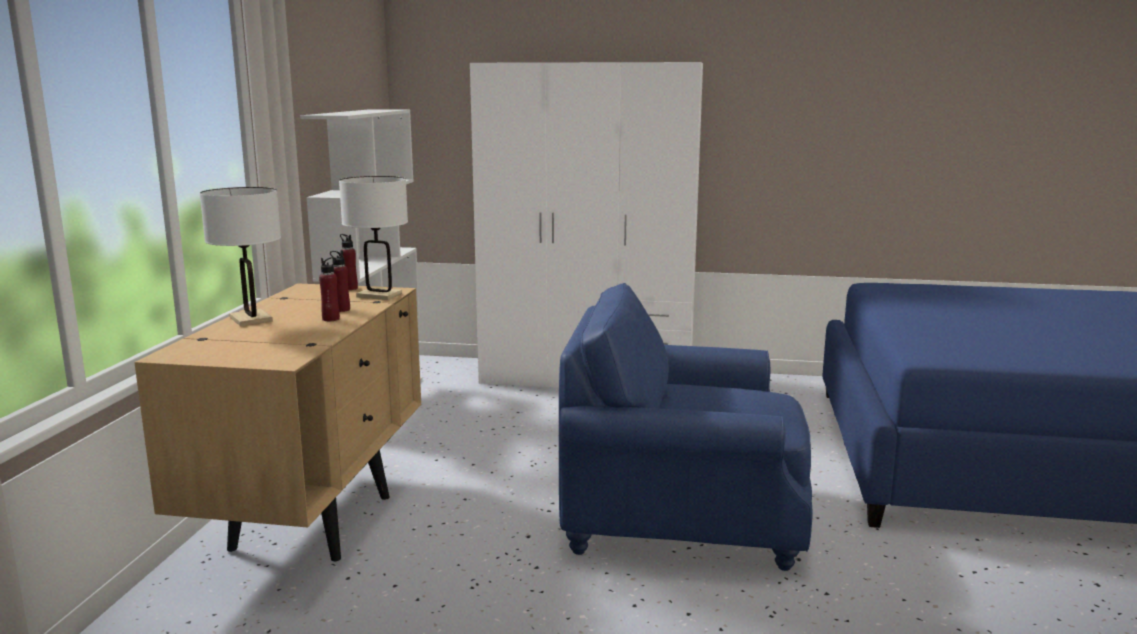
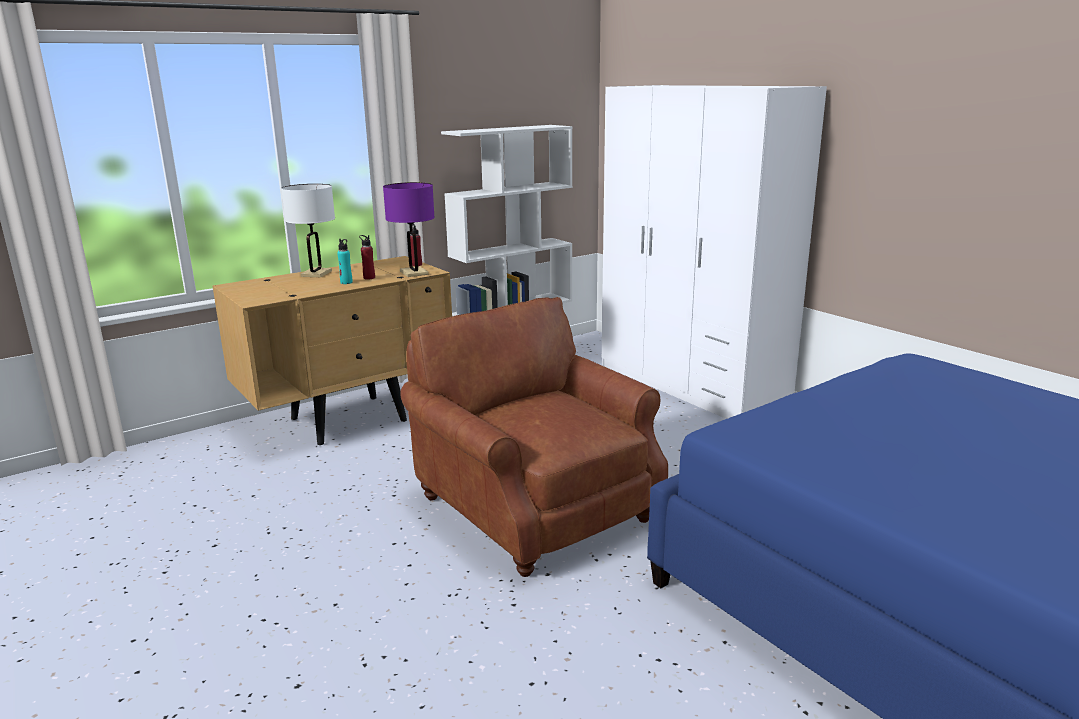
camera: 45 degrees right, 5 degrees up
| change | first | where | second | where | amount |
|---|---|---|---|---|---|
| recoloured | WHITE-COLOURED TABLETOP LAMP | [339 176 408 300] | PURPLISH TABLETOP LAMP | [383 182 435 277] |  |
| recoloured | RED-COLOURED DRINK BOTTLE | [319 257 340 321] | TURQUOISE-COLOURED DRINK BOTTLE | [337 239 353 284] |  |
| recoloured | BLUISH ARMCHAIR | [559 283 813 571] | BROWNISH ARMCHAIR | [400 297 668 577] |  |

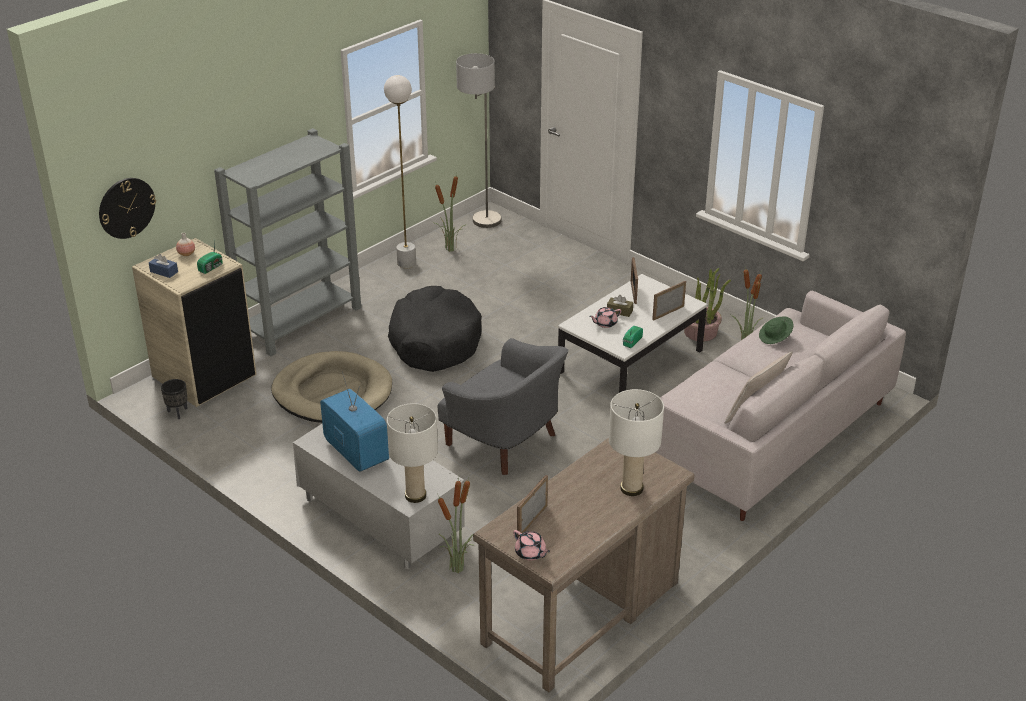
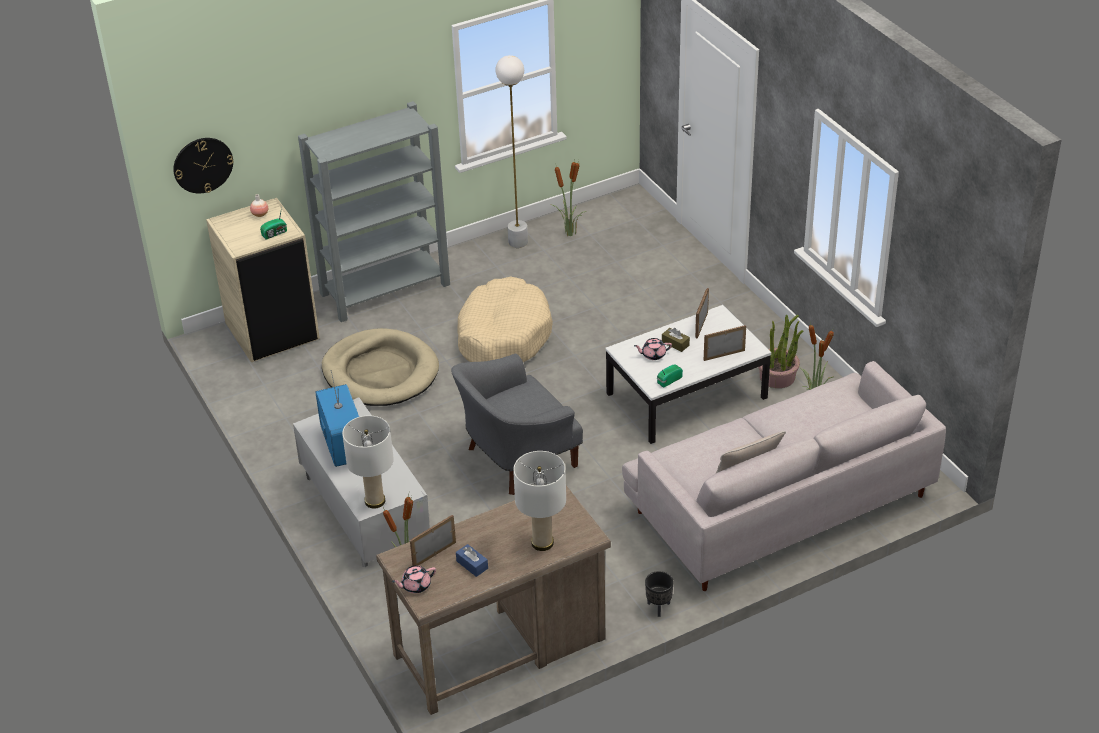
camera: 20 degrees right, 5 degrees up
| change | first | where | second | where | amount |
|---|---|---|---|---|---|
| removed | GRAY STANDING LAMP | [456 53 501 228] |  |  |  |
| moved | BLUISH TISSUE HOLDER | [149 254 178 278] |  | [456 544 488 577] |  |
| recoloured | BLACKISH DOG BED | [388 286 482 372] | BEIGE-COLOURED DOG BED | [457 277 553 362] |  |
| removed | GREENISH CLOTHING HAT | [759 316 793 344] |  |  |  |
| turned | GRAY ARMCHAIR | [438 338 569 475] |  | [451 354 583 495] | 90 degrees clockwise |
| moved | BLACKISH PLANTER | [161 379 188 419] |  | [645 571 674 617] |  |
| turned | PINK TEA POT | [513 530 550 561] |  | [392 565 436 593] | 90 degrees clockwise |

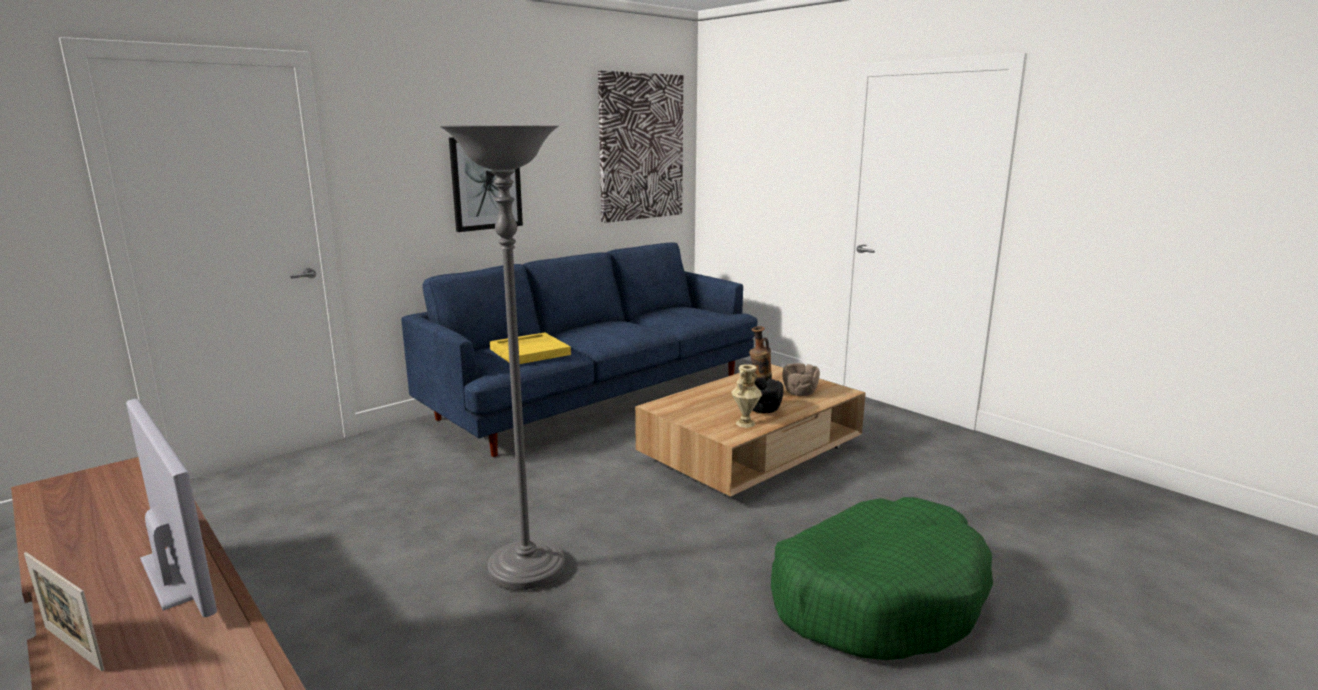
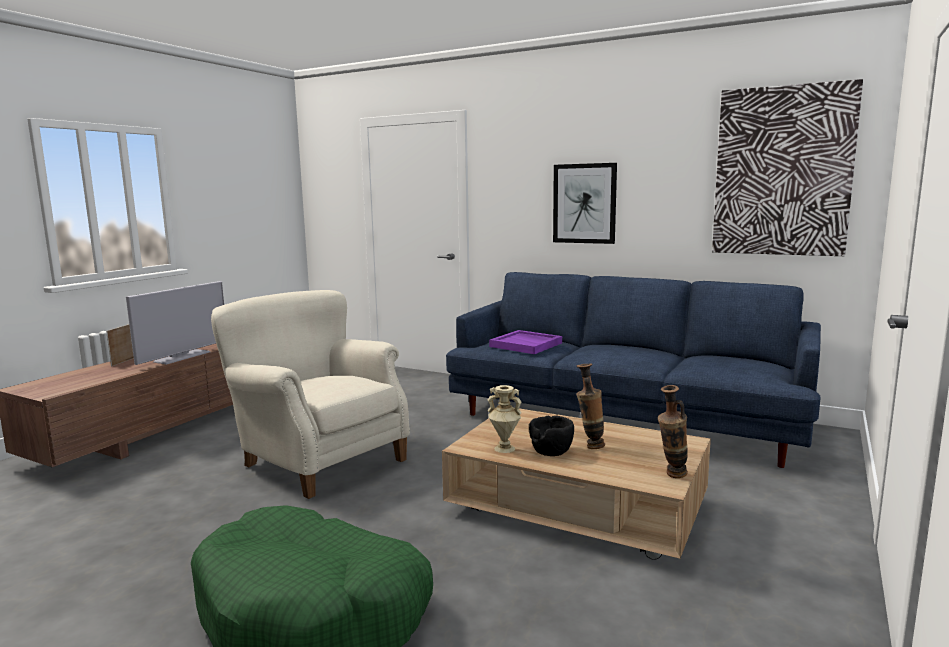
camera: 70 degrees right, 5 degrees down
| change | first | where | second | where | amount |
|---|---|---|---|---|---|
| replaced | GRAY STANDING LAMP | [440 125 565 590] | BEIGE-COLOURED ARMCHAIR | [211 290 410 499] |  |
| recoloured | YELLOW TRAY | [490 332 571 364] | PURPLISH TRAY | [489 330 562 354] |  |
| removed | BROWNISH SERVING BOWL | [782 363 820 396] |  |  |  |
| added |  |  | DECORATIVE VASE | [658 385 688 478] |  |

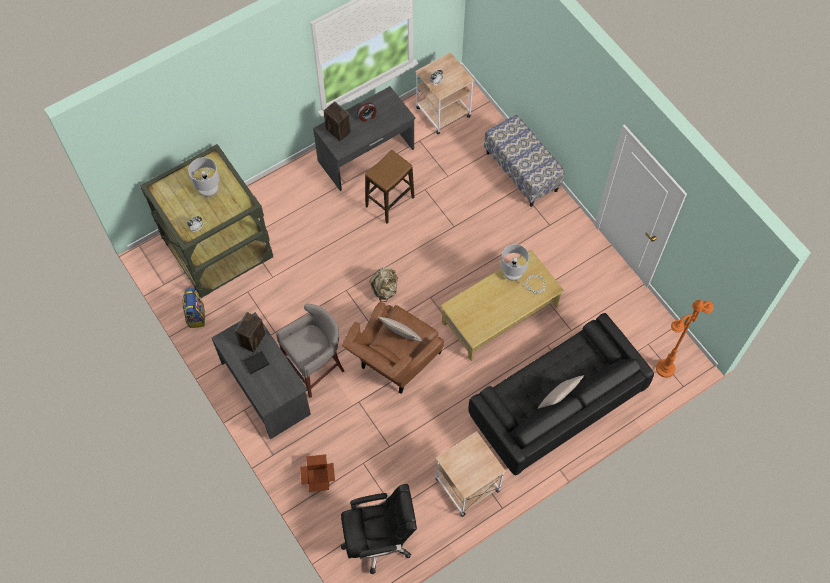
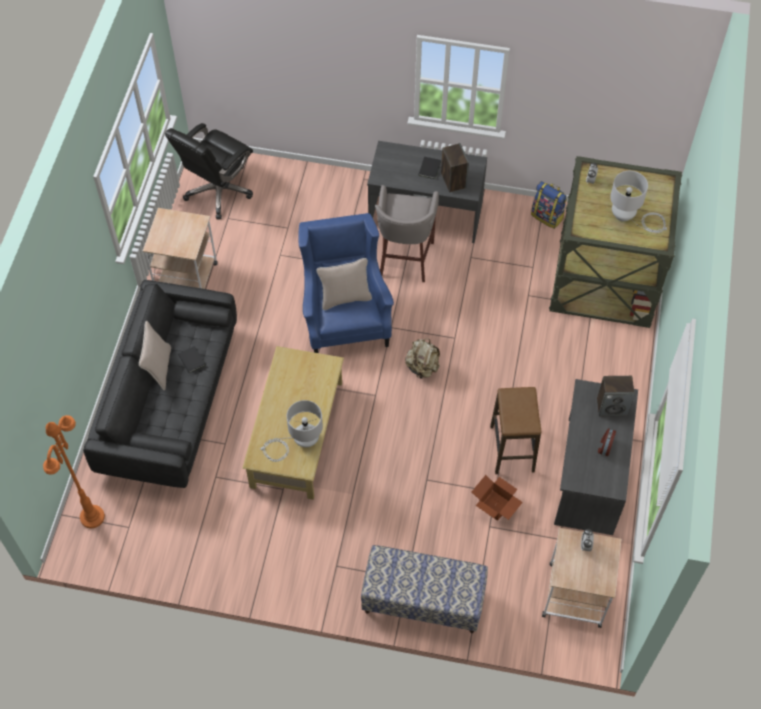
camera: 135 degrees right, 5 degrees down
| change | first | where | second | where | amount |
|---|---|---|---|---|---|
| recoloured | BROWNISH ARMCHAIR | [342 302 444 394] | BLUISH ARMCHAIR | [298 213 394 353] |  |
| moved | CARDBOARD BOX | [300 454 335 492] |  | [472 475 523 521] |  |

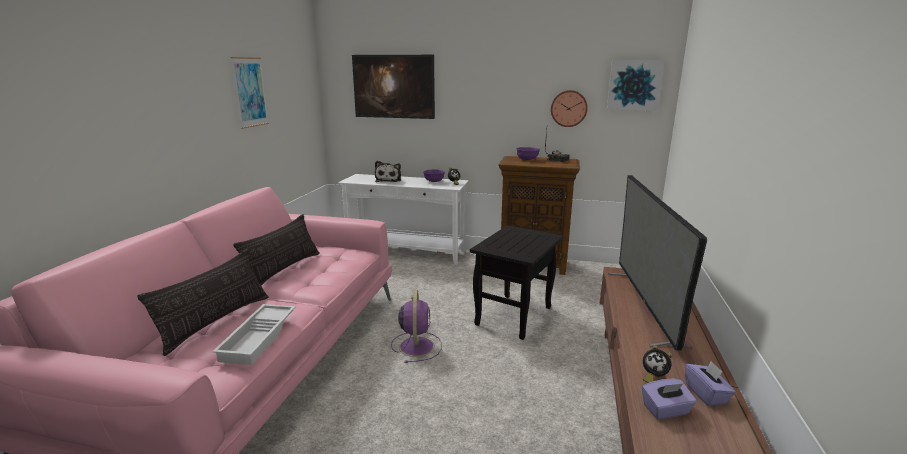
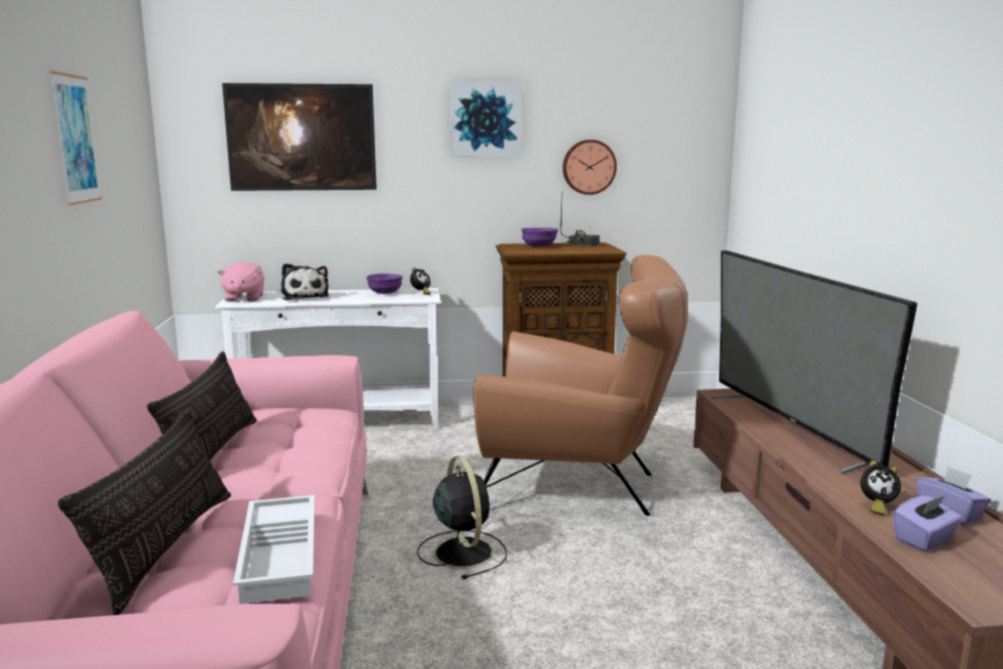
camera: 20 degrees left, 5 degrees down
| change | first | where | second | where | amount |
|---|---|---|---|---|---|
| moved | WALL ART | [607 60 664 111] |  | [450 81 523 156] |  |
| replaced | BLACKISH ACCENT TABLE | [470 225 564 340] | BROWNISH ARMCHAIR | [473 255 688 516] |  |
| recoloured | PURPLISH ELECTRIC FAN | [391 290 442 363] | BLACKISH ELECTRIC FAN | [417 456 507 579] |  |
| added |  |  | PINK PLUSH TOY | [218 261 264 302] |  |

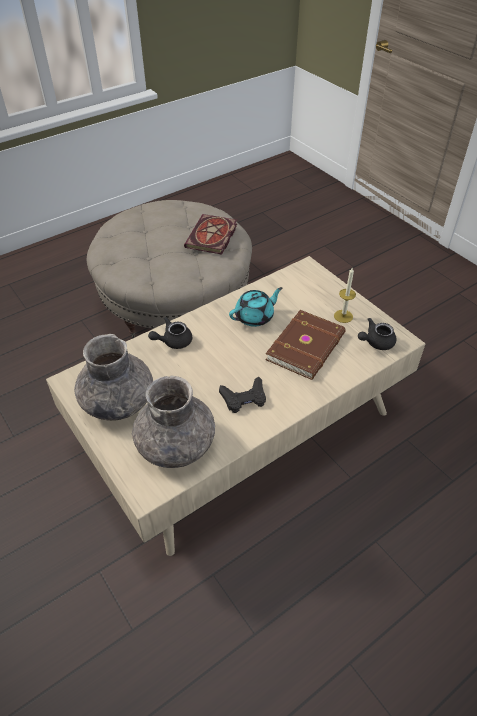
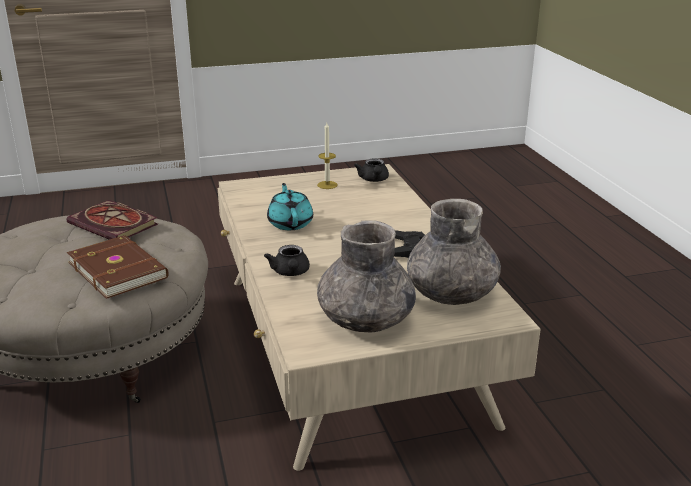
camera: 70 degrees left, 20 degrees down
| change | first | where | second | where | amount |
|---|---|---|---|---|---|
| moved | BROWNISH BOOK | [266 310 346 380] |  | [67 235 169 299] |  |

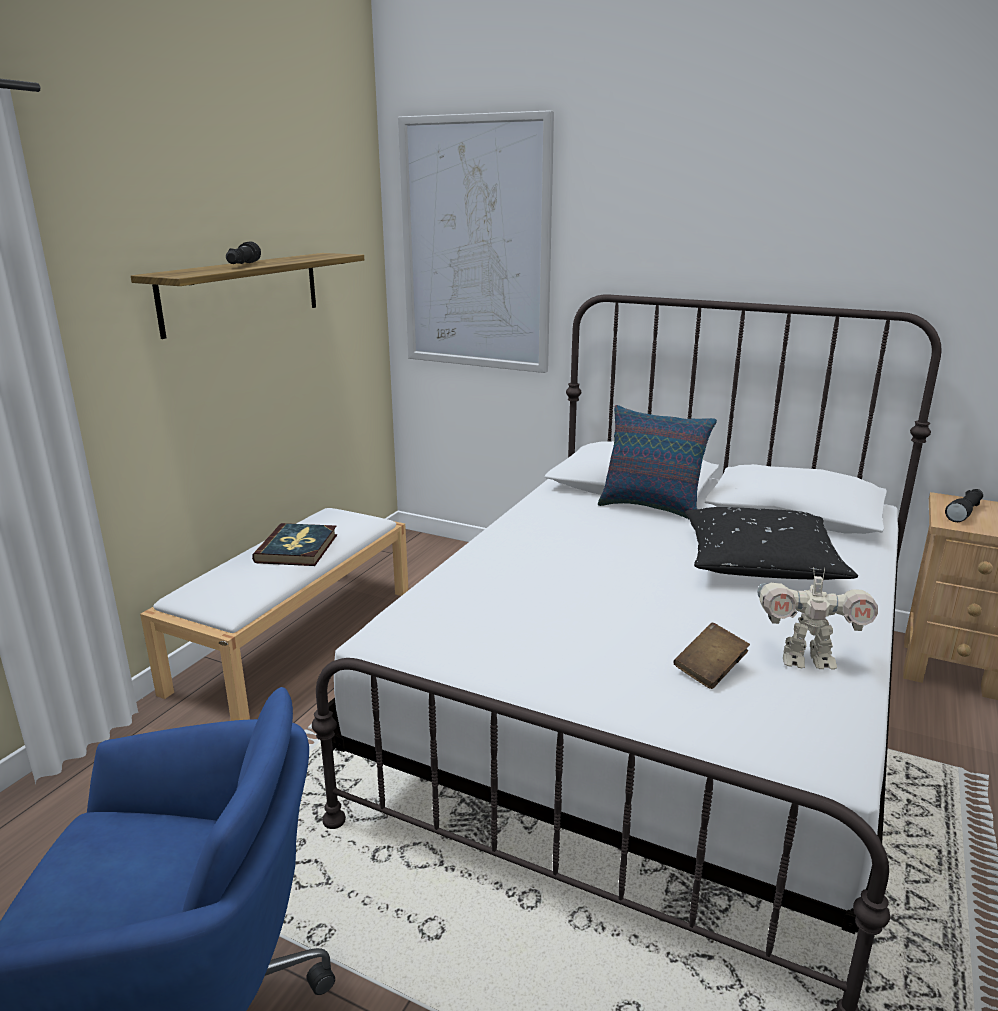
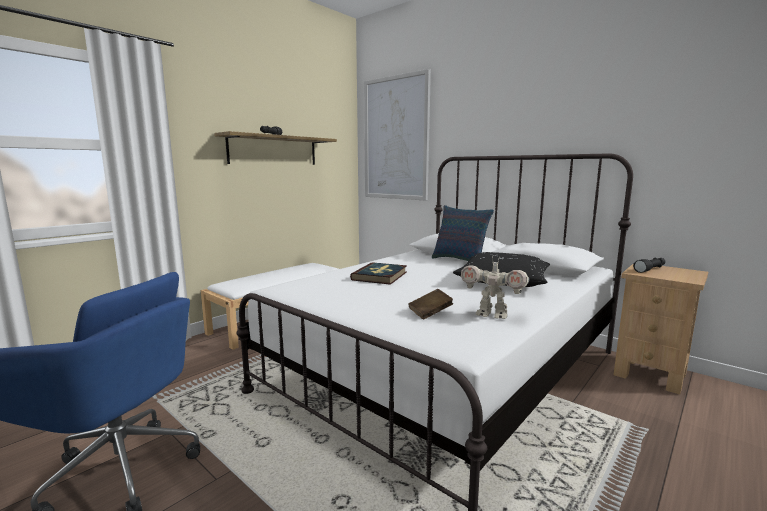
camera: 15 degrees right, 10 degrees down
| change | first | where | second | where | amount |
|---|---|---|---|---|---|
| moved | BOOK | [252 523 337 566] |  | [350 262 407 285] |  |

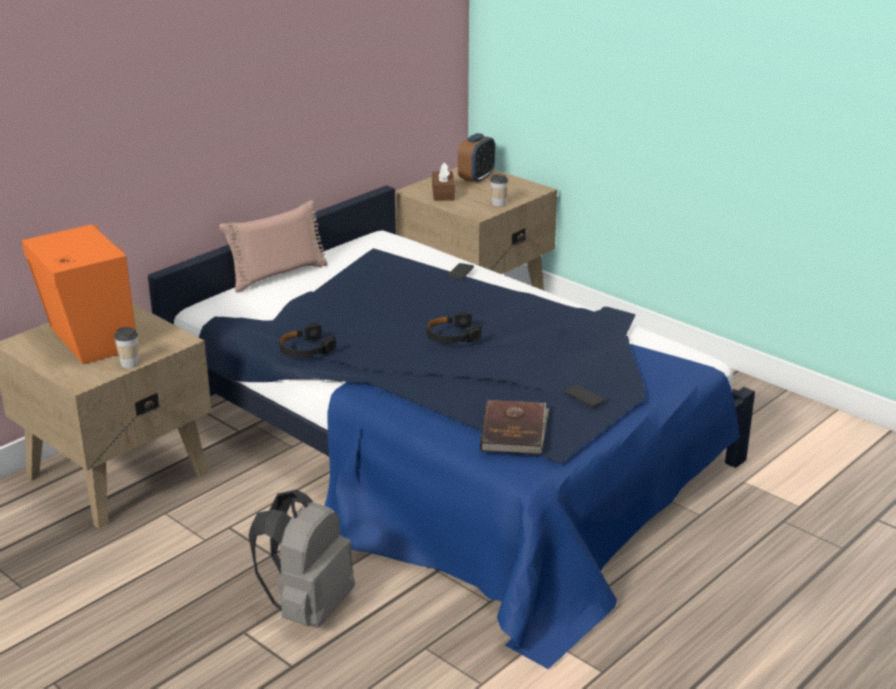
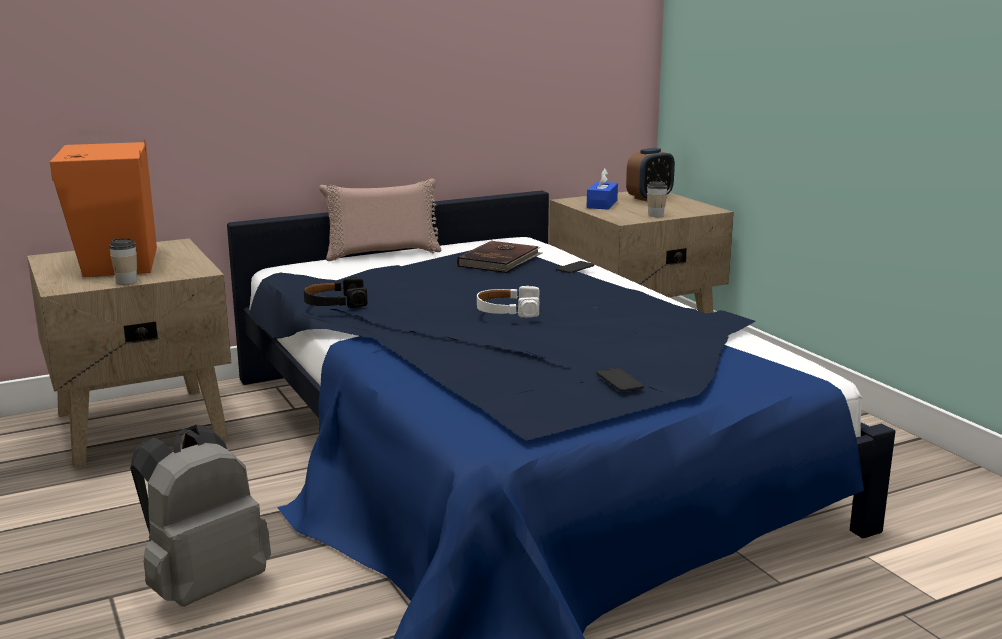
camera: 20 degrees right, 10 degrees down
| change | first | where | second | where | amount |
|---|---|---|---|---|---|
| recoloured | BROWNISH TISSUE HOLDER | [432 163 455 201] | BLUISH TISSUE HOLDER | [587 168 618 210] |  |
| recoloured | BLACKISH HEADSET | [427 312 481 343] | WHITE-COLOURED HEADSET | [477 286 539 318] |  |
| moved | BROWNISH BOOK | [480 400 549 455] |  | [457 241 543 273] |  |

